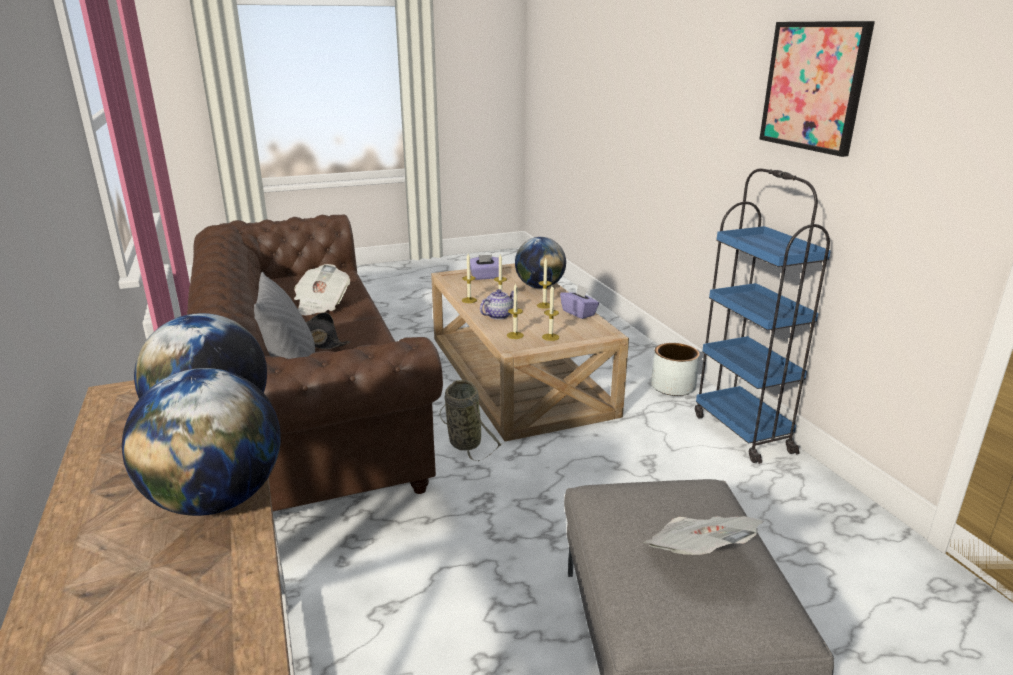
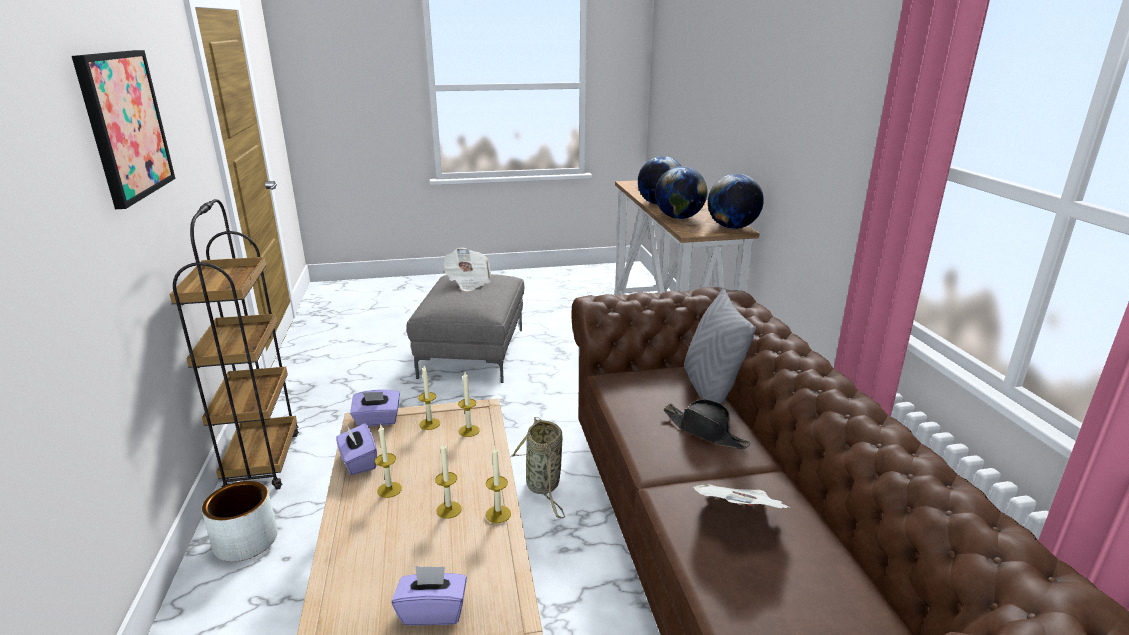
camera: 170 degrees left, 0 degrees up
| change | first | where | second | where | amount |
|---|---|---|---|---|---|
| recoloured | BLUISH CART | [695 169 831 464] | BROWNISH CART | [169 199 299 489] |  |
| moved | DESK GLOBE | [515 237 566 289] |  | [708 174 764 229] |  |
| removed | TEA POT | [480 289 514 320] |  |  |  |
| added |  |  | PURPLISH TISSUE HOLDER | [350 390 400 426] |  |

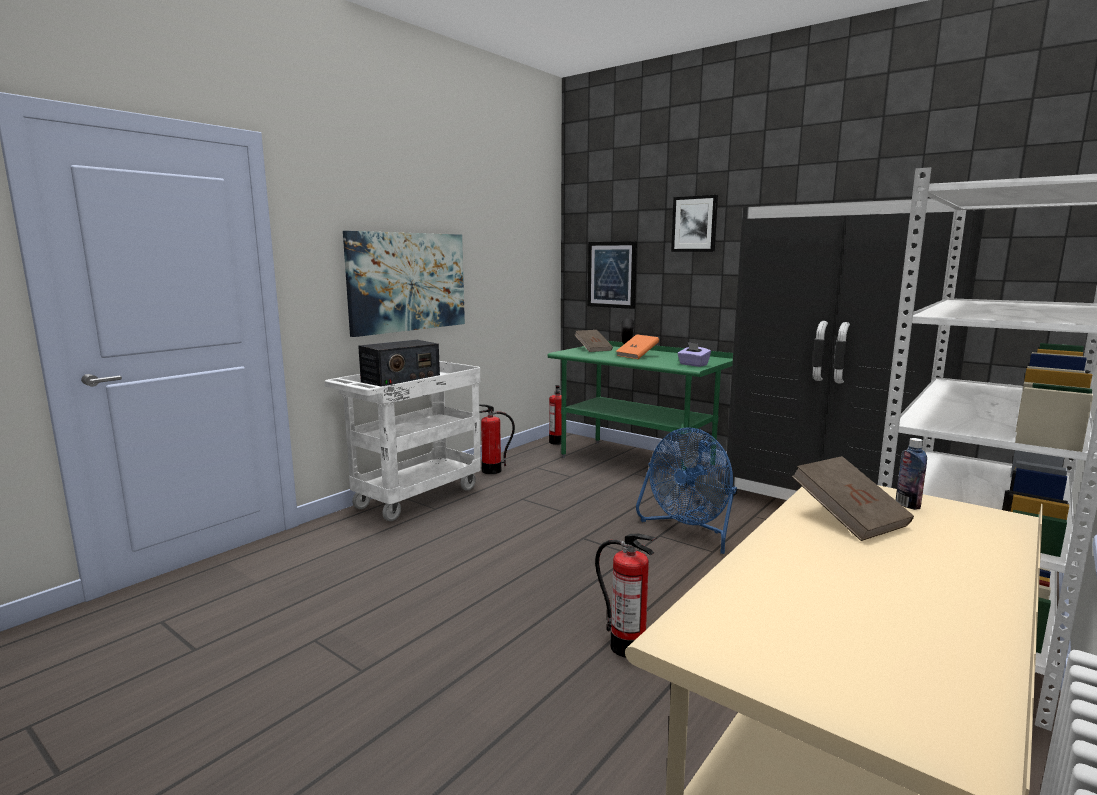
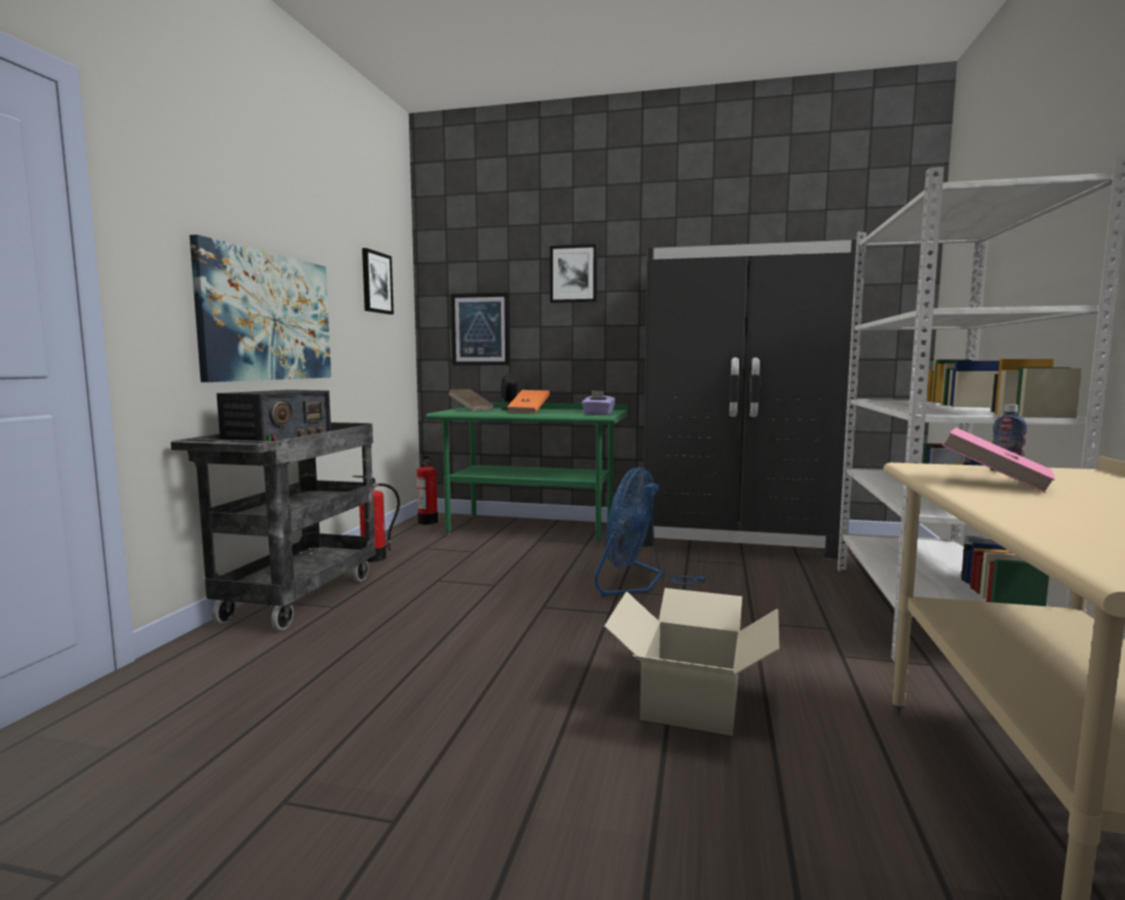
camera: 25 degrees left, 5 degrees down
| change | first | where | second | where | amount |
|---|---|---|---|---|---|
| recoloured | WHITE-COLOURED CART | [325 361 481 521] | BLACKISH CART | [171 422 375 631] |  |
| turned | BLUISH ELECTRIC FAN | [636 428 737 554] |  | [594 467 707 597] | 90 degrees clockwise |
| recoloured | BROWNISH BOOK | [791 456 914 541] | PINK BOOK | [942 428 1055 493] |  |
| replaced | FIRE-FIGHTING CYLINDER | [595 534 656 658] | CARDBOARD BOX | [604 588 779 736] |  |
| added |  |  | WALL ART | [362 248 394 315] |  |

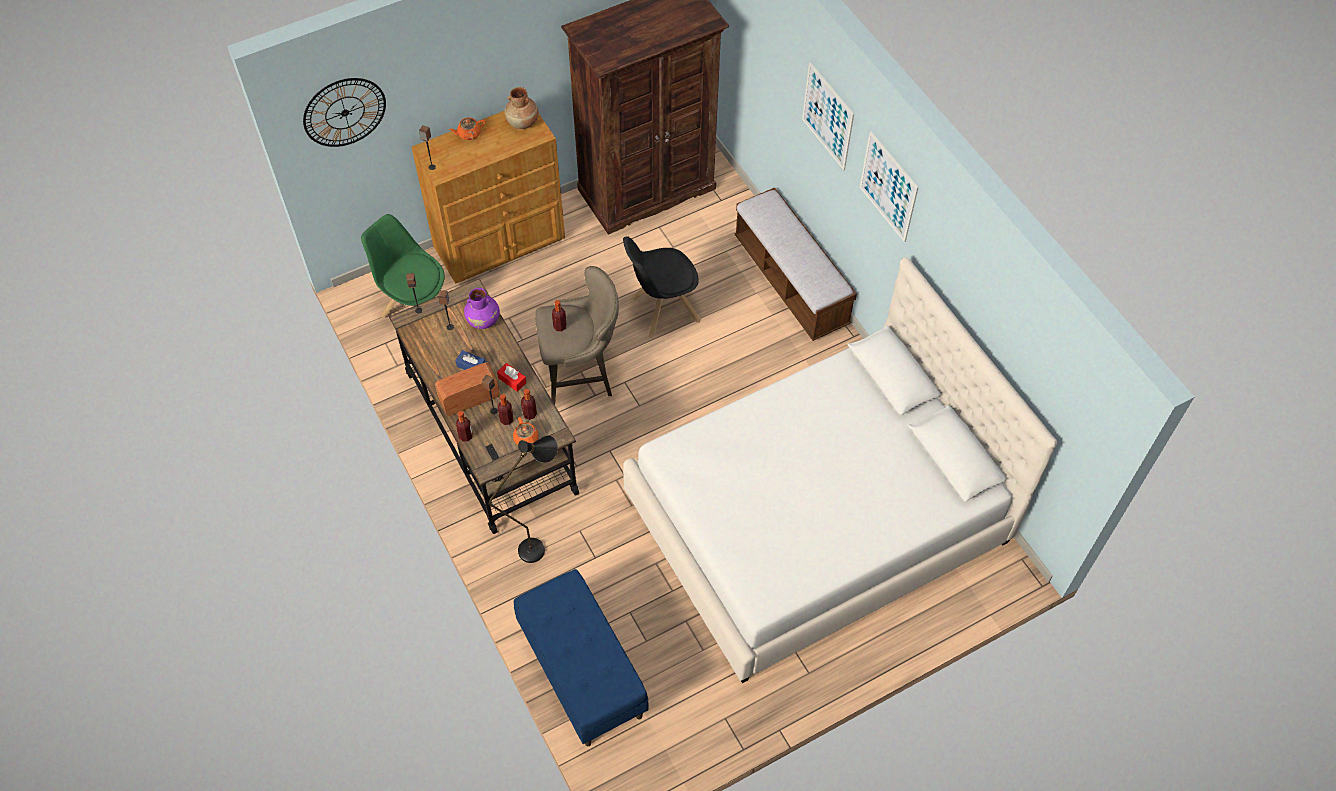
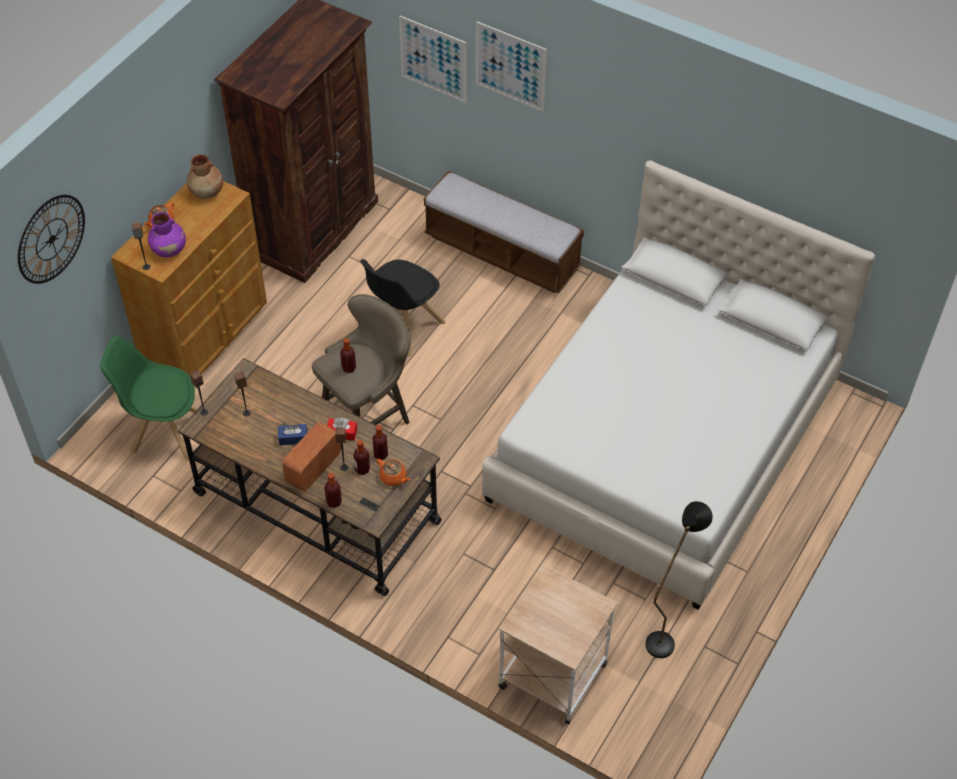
camera: 30 degrees left, 5 degrees down
| change | first | where | second | where | amount |
|---|---|---|---|---|---|
| moved | WALL ART | [860 131 919 242] |  | [399 16 467 103] |  |
| moved | PURPLISH DECORATIVE VASE | [464 288 500 329] |  | [148 212 186 257] |  |
| moved | BLACKISH STANDING LAMP | [489 436 558 563] |  | [645 501 713 658] |  |
| replaced | BLUISH INDOOR BENCH | [514 569 649 746] | BEIGE-COLOURED CART | [498 564 618 724] |  |

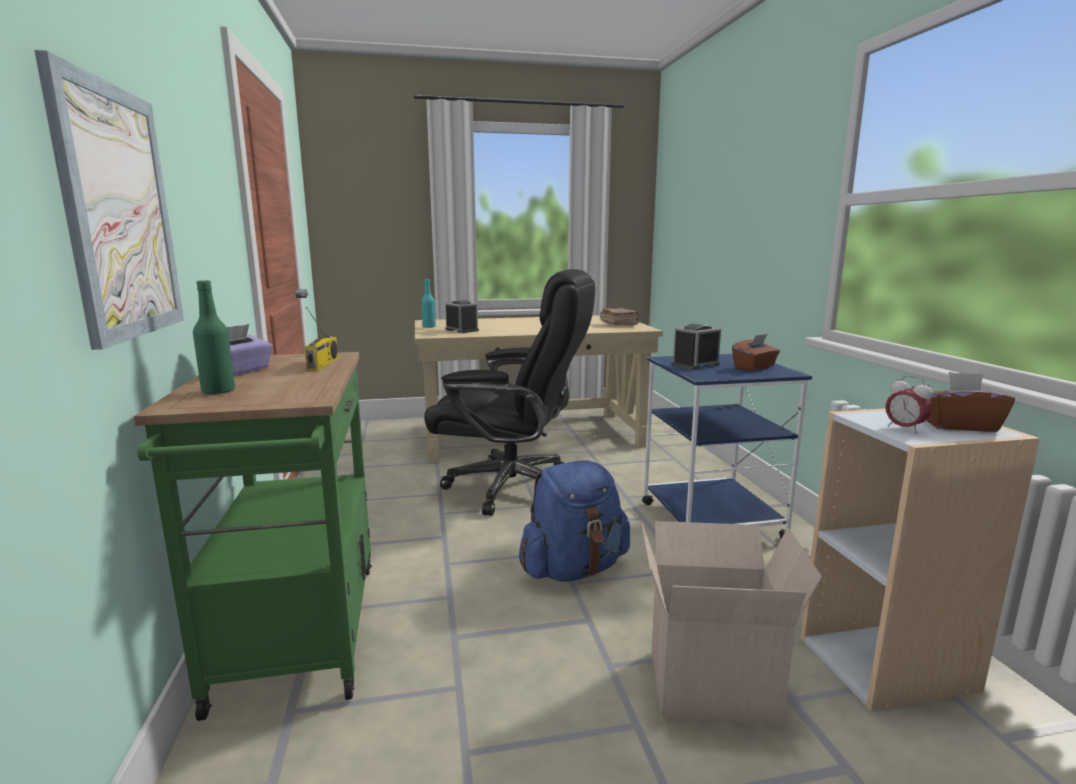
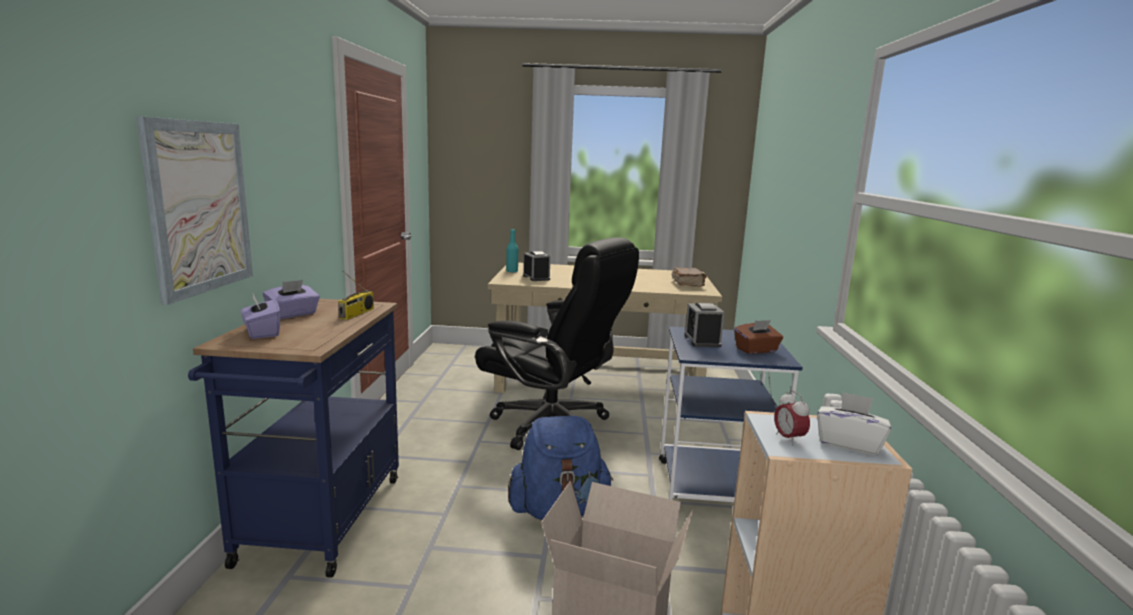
camera: 15 degrees right, 0 degrees up
| change | first | where | second | where | amount |
|---|---|---|---|---|---|
| replaced | GREENISH DRINK BOTTLE | [193 280 235 395] | PURPLISH TISSUE HOLDER | [241 294 280 339] |  |
| turned | BEDSIDE CLOCK | [671 324 721 370] |  | [684 303 724 348] | 75 degrees counterclockwise |
| recoloured | GREENISH CART | [133 352 372 721] | BLUISH CART | [188 299 399 578] |  |
| recoloured | BROWNISH TISSUE HOLDER | [926 372 1015 432] | WHITE-COLOURED TISSUE HOLDER | [817 392 891 456] |  |

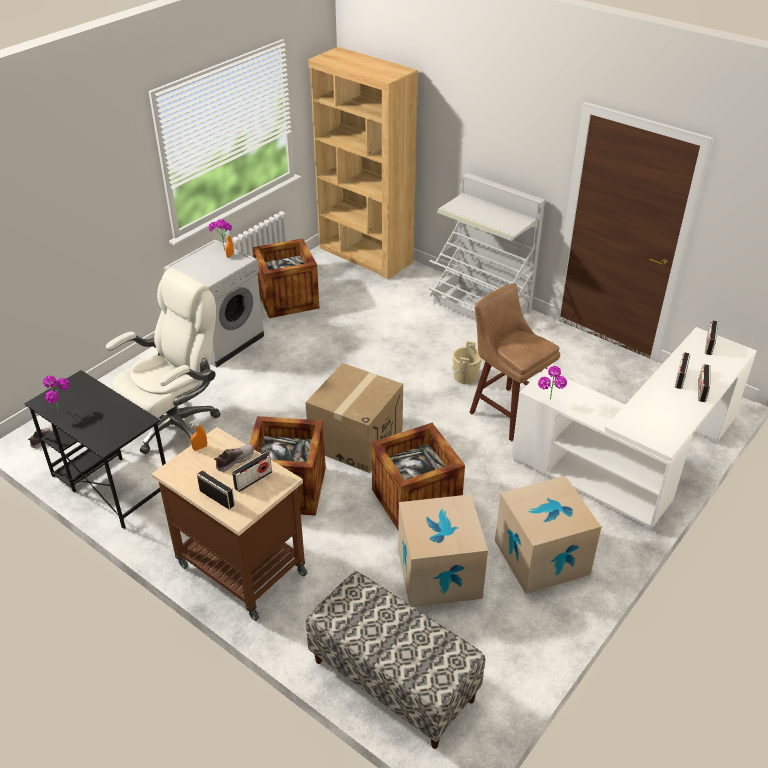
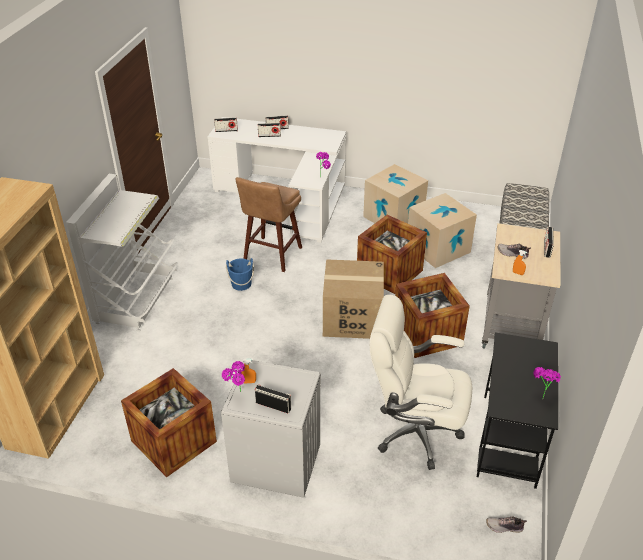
camera: 115 degrees left, 0 degrees up
| change | first | where | second | where | amount |
|---|---|---|---|---|---|
| recoloured | BEIGE-COLOURED WATER BUCKET | [452 341 482 384] | BLUISH WATER BUCKET | [226 258 254 291] |  |
| recoloured | BROWNISH CART | [152 427 307 621] | GRAY CART | [481 223 561 349] |  |
| moved | RADIO SET | [232 452 272 492] |  | [255 384 291 413] |  |

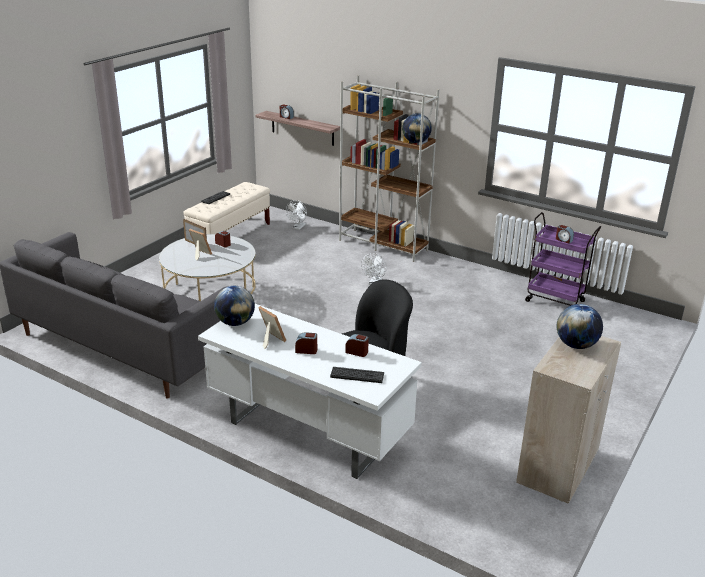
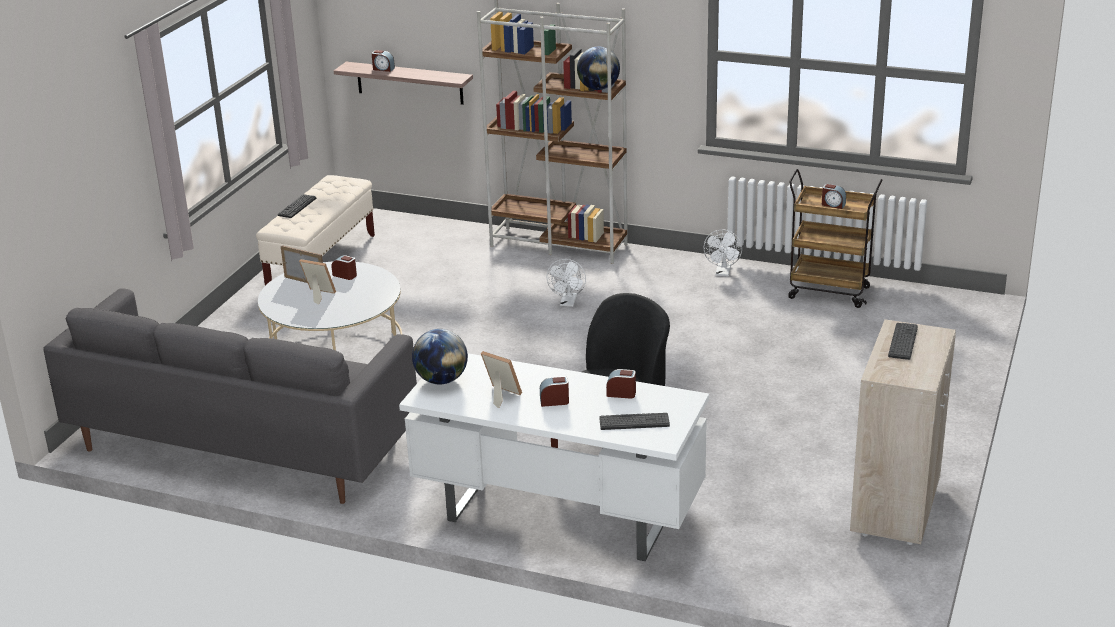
camera: 10 degrees left, 0 degrees up
| change | first | where | second | where | amount |
|---|---|---|---|---|---|
| moved | WHITE-COLOURED ELECTRIC FAN | [286 200 307 230] |  | [704 230 742 276] |  |
| recoloured | PURPLISH CART | [525 212 601 306] | BROWNISH CART | [788 169 882 308] |  |
| replaced | DESK GLOBE | [557 304 603 349] | KEYBOARD | [888 323 918 360] |  |

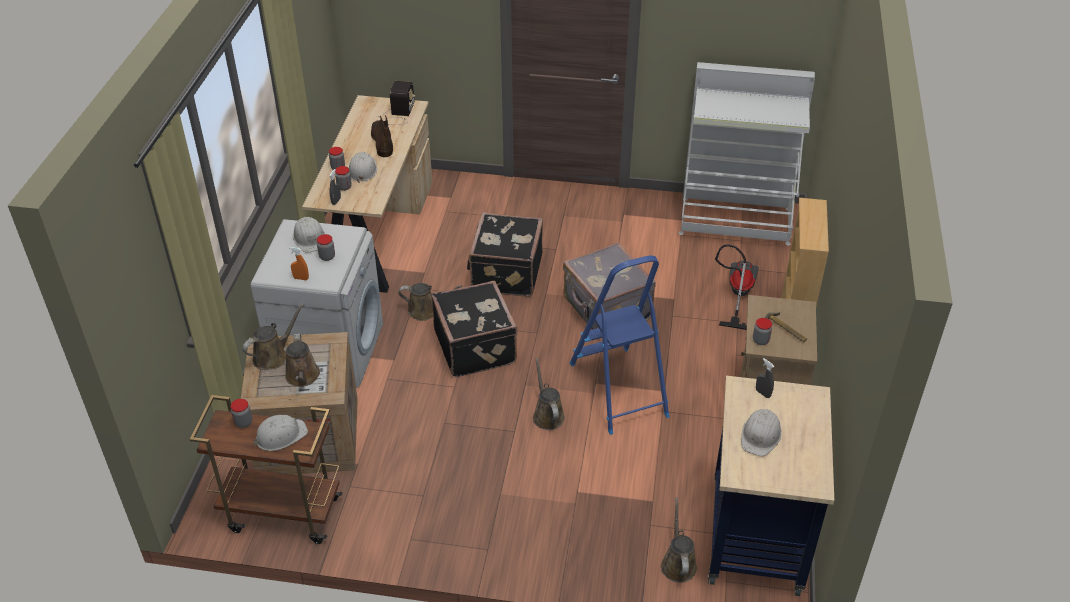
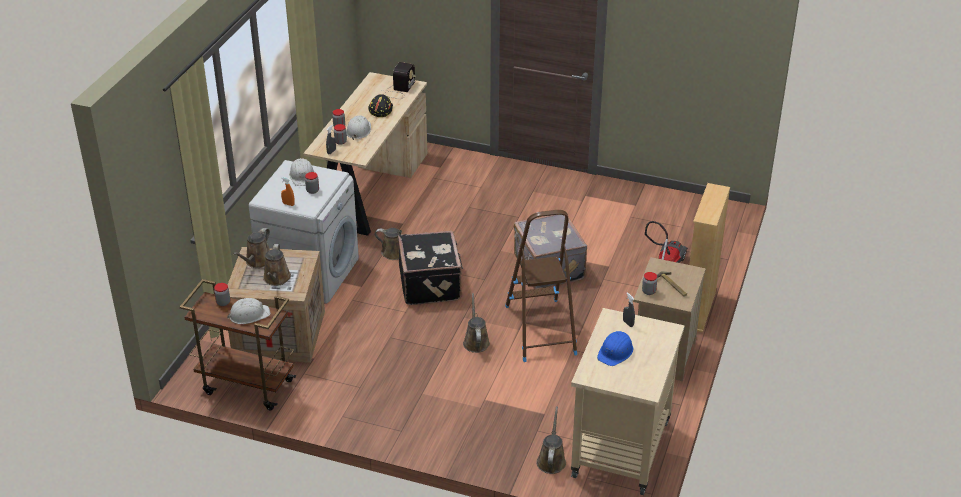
camera: 10 degrees right, 5 degrees down
| change | first | where | second | where | amount |
|---|---|---|---|---|---|
| removed | WHITE-COLOURED SHOE RACK | [679 62 815 246] |  |  |  |
| replaced | BROWNISH BOOT | [370 115 393 158] | BLACKISH HARD HAT | [368 94 393 117] |  |
| removed | BLACKISH SUITCASE | [467 212 543 297] |  |  |  |
| recoloured | BLUISH STEP STOOL | [570 256 670 435] | BROWNISH STEP STOOL | [505 210 577 362] |  |
| turned | BROWNISH SPRINKLING CAN | [242 303 304 370] |  | [233 228 270 268] | 150 degrees clockwise |
| recoloured | BLUISH CART | [708 376 834 596] | BEIGE-COLOURED CART | [571 308 685 495] |  |
| recoloured | WHITE-COLOURED HARD HAT | [741 409 782 457] | BLUISH HARD HAT | [597 331 633 366] |  |

